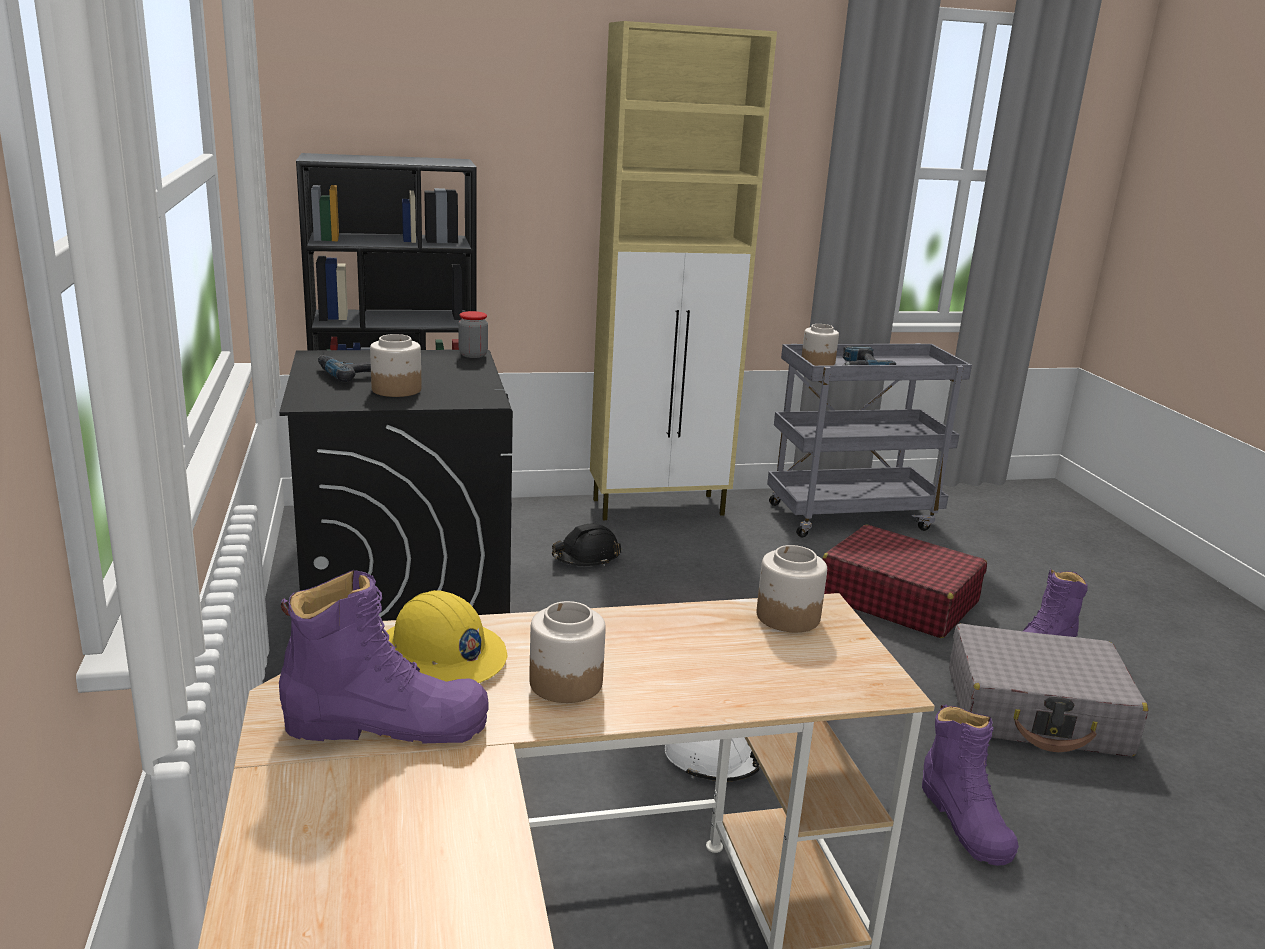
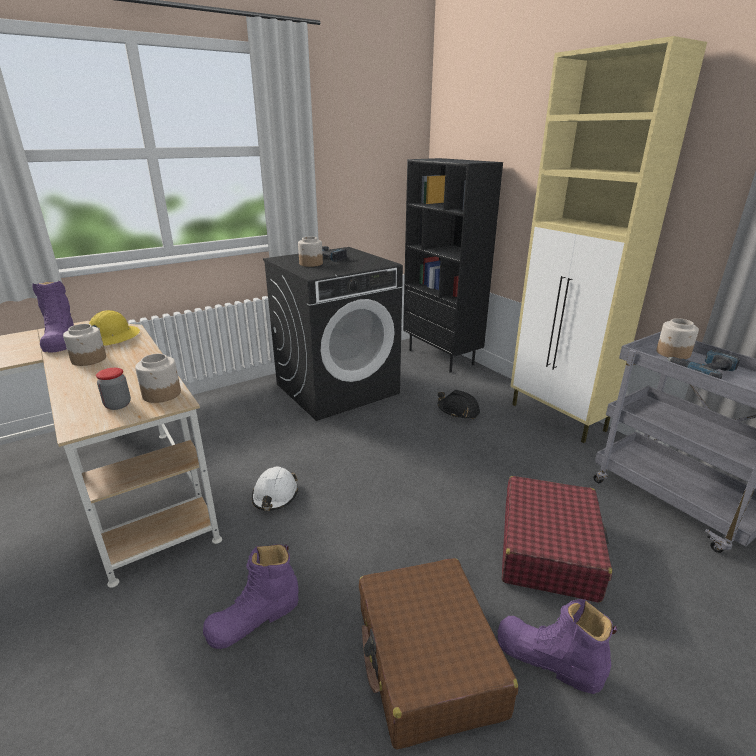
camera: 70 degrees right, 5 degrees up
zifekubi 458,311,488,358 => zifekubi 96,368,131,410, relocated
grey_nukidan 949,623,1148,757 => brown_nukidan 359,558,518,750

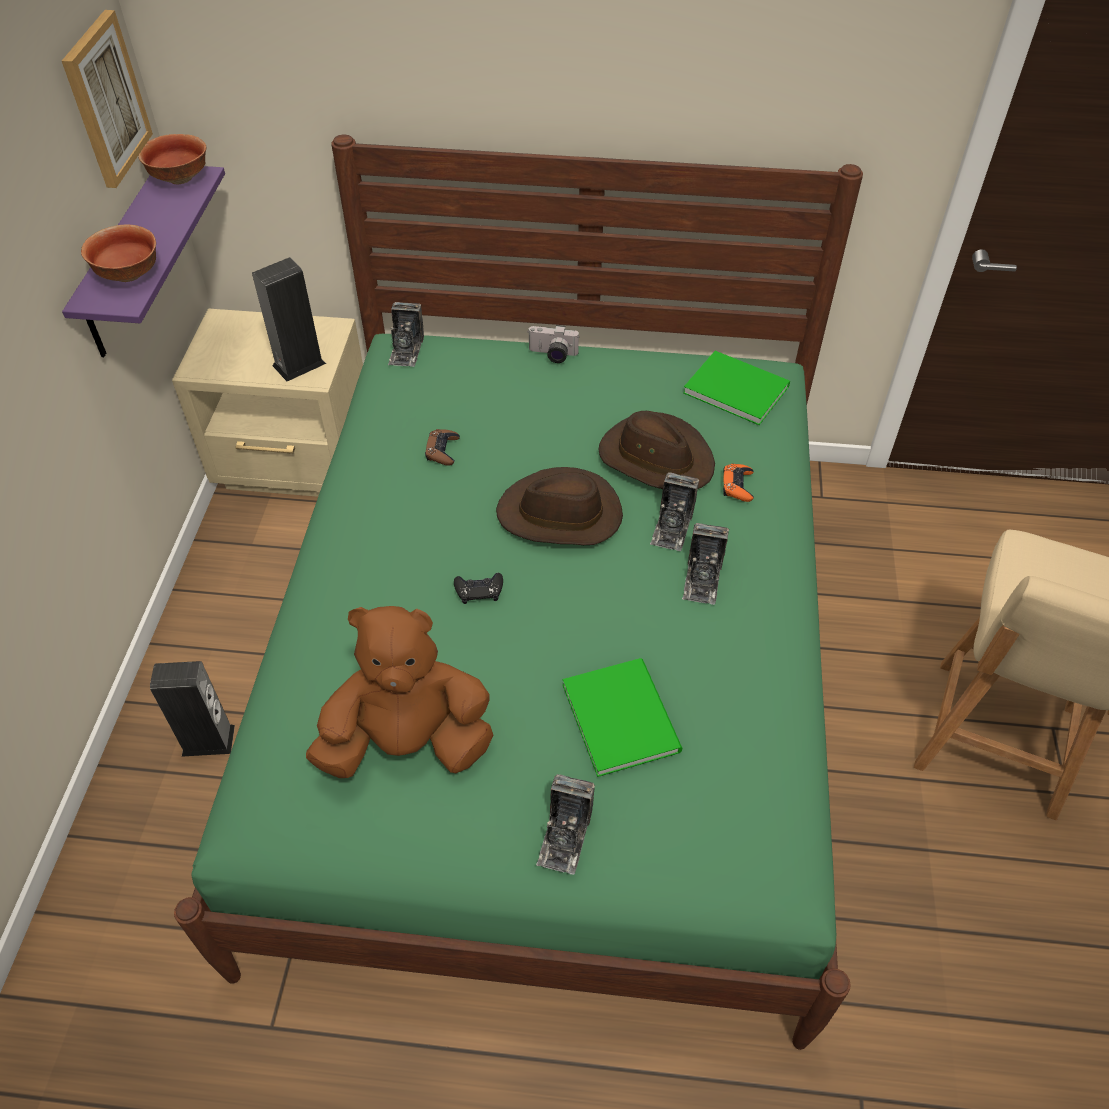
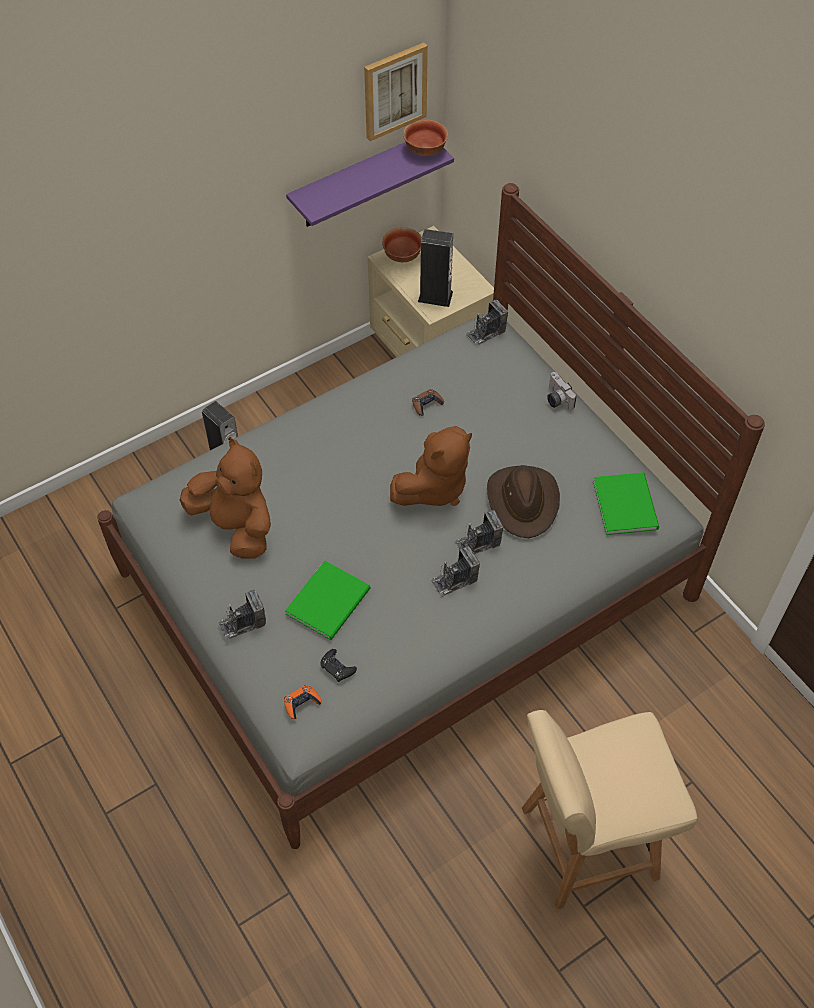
camera: 50 degrees right, 5 degrees up
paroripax 81,225,156,282 => paroripax 382,227,422,262, relocated
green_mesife 174,135,863,1050 => grey_mesife 97,183,765,849
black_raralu 454,573,503,604 => black_raralu 320,649,357,682, relocated
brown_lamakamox 496,467,623,545 => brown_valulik 390,426,472,506
orange_raralu 723,464,754,502 => orange_raralu 284,685,322,719, relocated

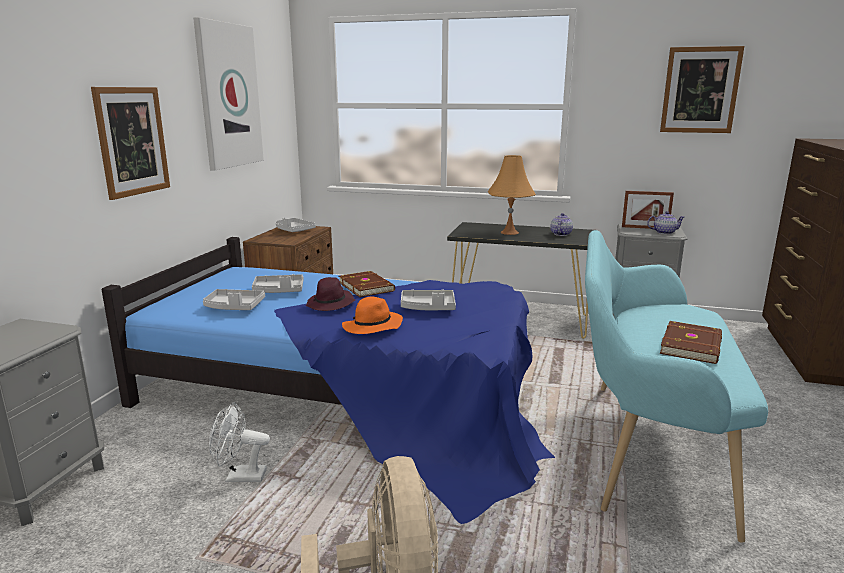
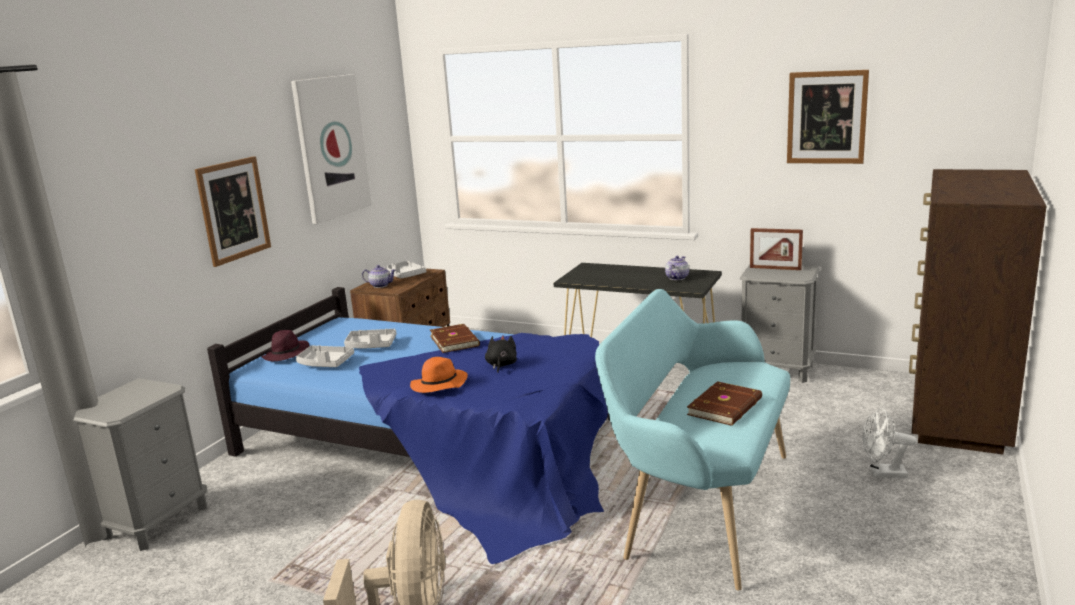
camera: 10 degrees right, 0 degrees up
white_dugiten 209,402,270,482 => white_dugiten 862,408,916,478, relocated
purple_lamakamox 306,277,355,311 => purple_lamakamox 261,330,310,361, relocated
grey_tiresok 401,290,456,310 => black_valulik 485,335,517,373
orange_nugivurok 488,155,536,235 => nothing
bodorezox 647,211,684,234 => bodorezox 362,265,396,288, relocated

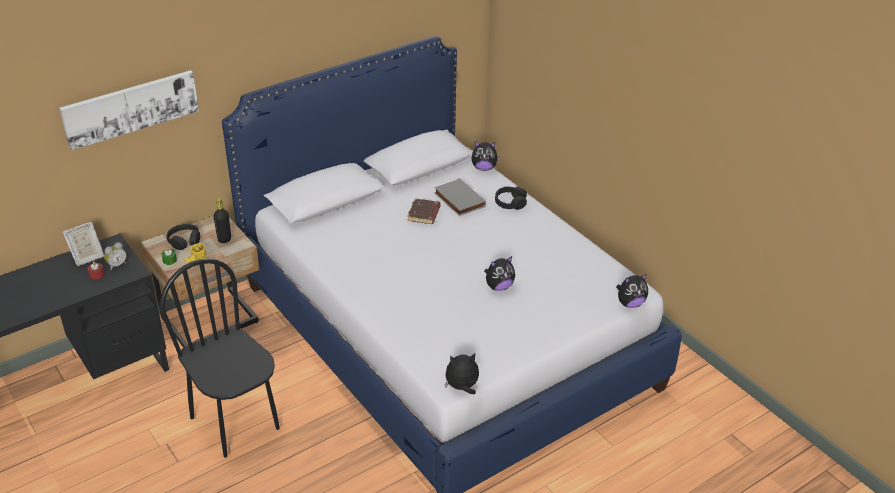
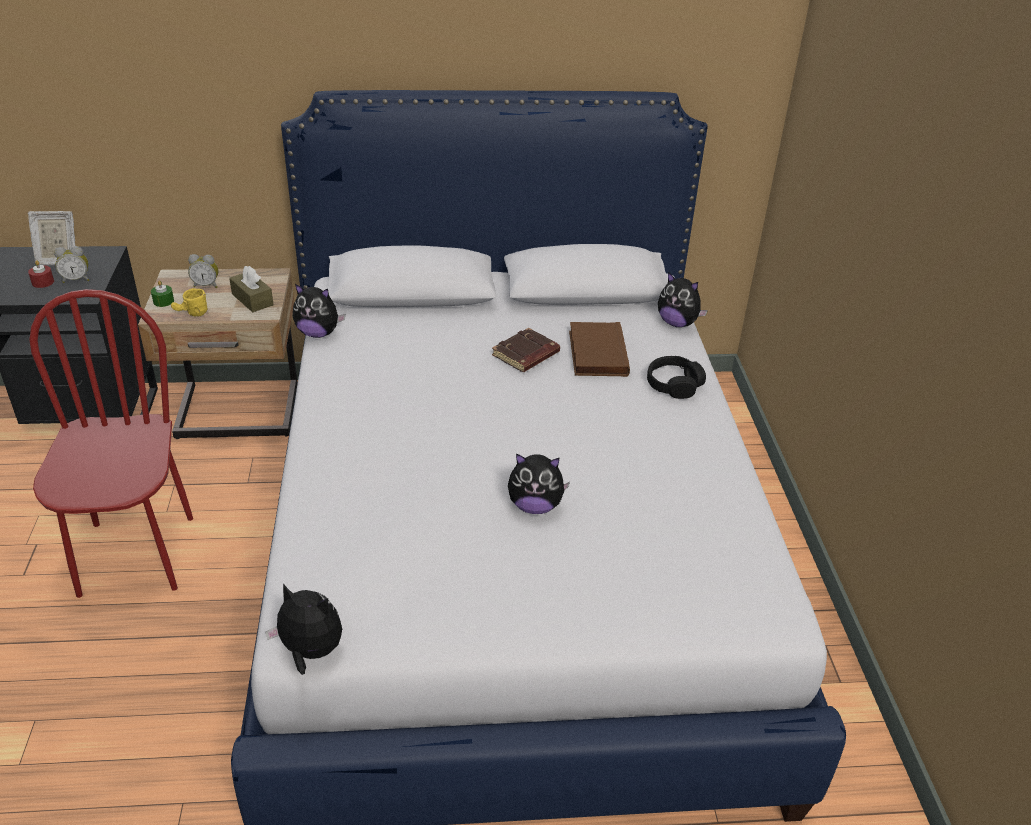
camera: 30 degrees right, 0 degrees up
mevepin 59,70,199,150 => nothing
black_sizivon 160,258,280,458 => red_sizivon 29,289,193,598
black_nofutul 166,224,200,250 => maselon 188,254,219,288
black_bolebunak 214,198,231,243 => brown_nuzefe 229,266,274,312
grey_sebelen 434,178,486,216 => brown_sebelen 569,322,630,377
valulik 616,274,648,308 => valulik 293,284,345,338, relocated

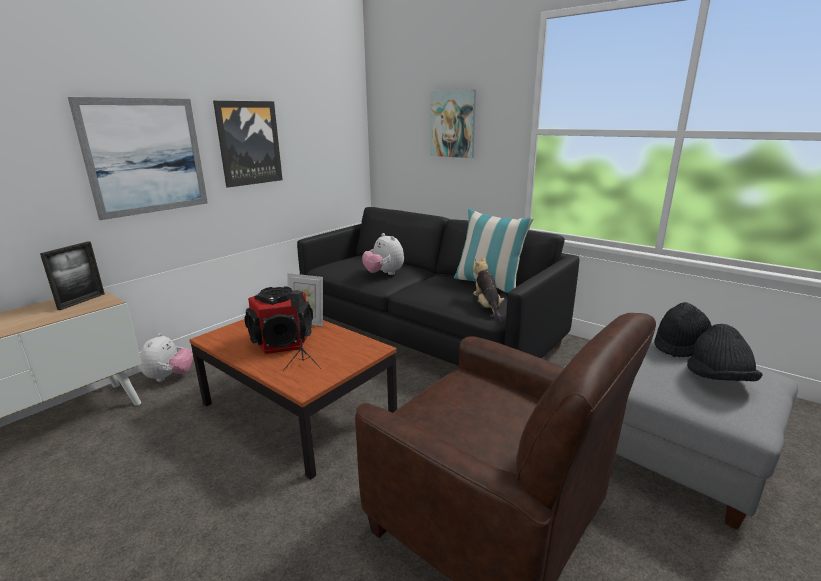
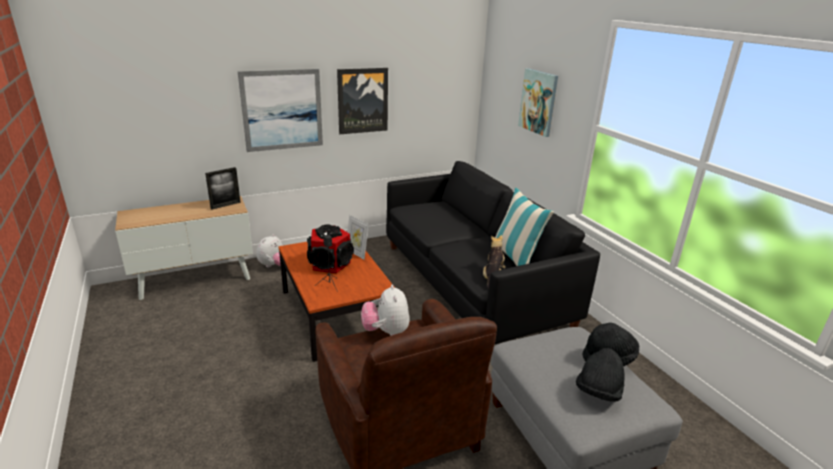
camera: 25 degrees right, 5 degrees up
valulik 362,233,404,275 => valulik 361,285,410,336, relocated

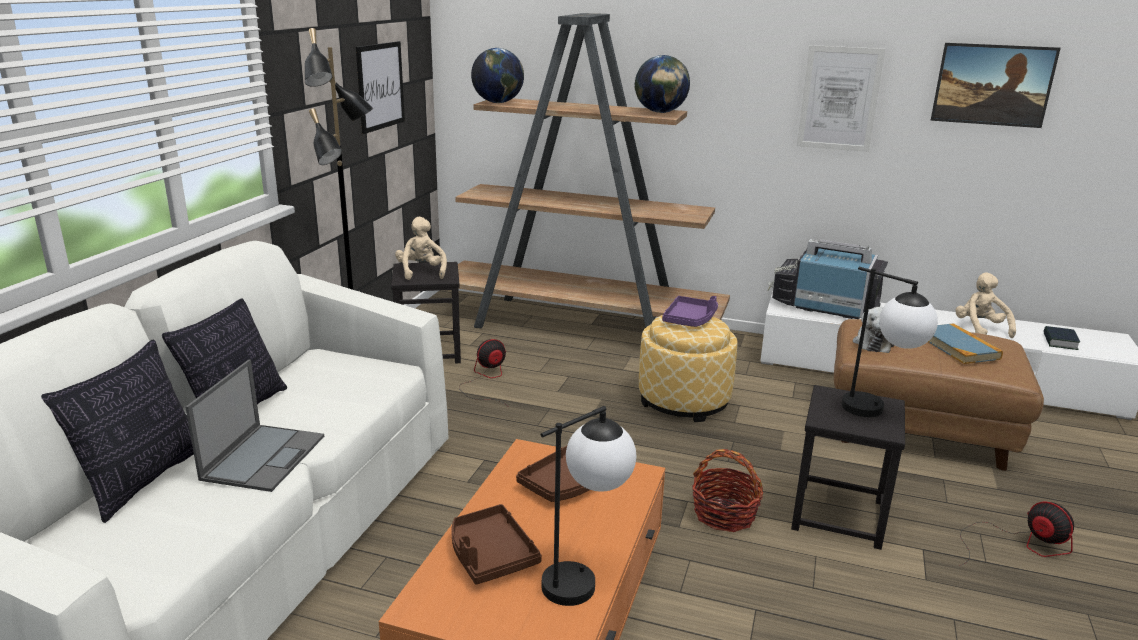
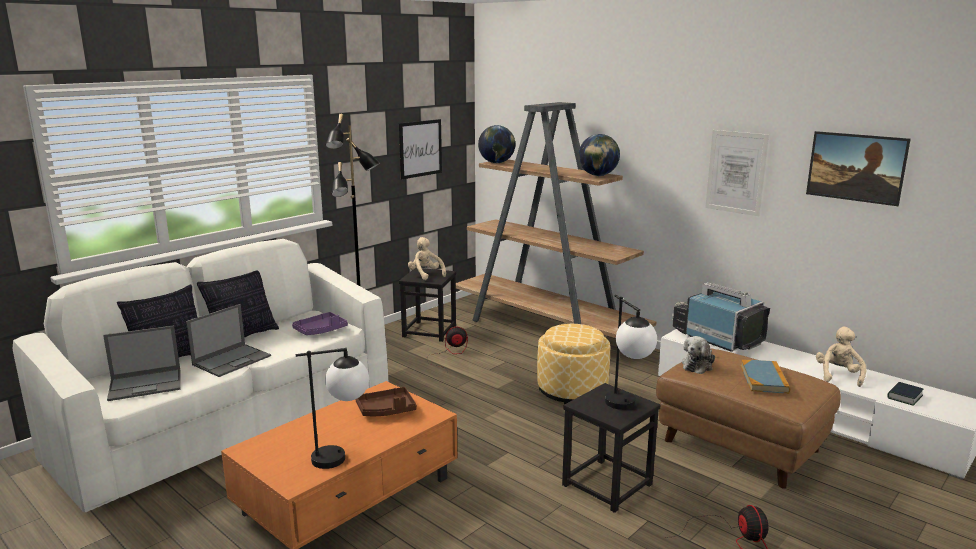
camera: 25 degrees right, 5 degrees down
beige_valulik 395,217,447,280 => beige_valulik 408,237,446,280, 45 degrees counterclockwise
brown_tiresok 451,504,542,584 => nothing
purple_tiresok 662,296,718,327 => purple_tiresok 292,312,348,335, relocated
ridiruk 692,449,763,532 => nothing
nothing => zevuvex 103,325,181,401

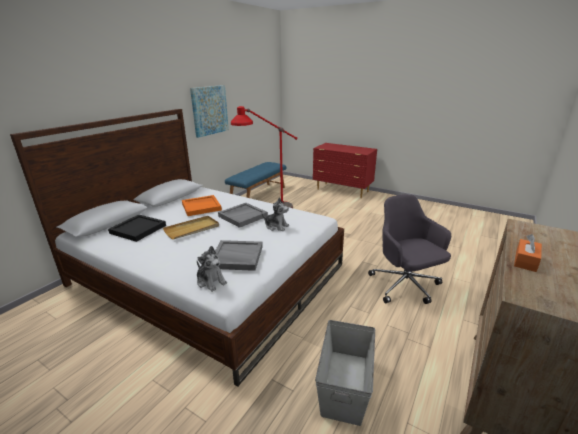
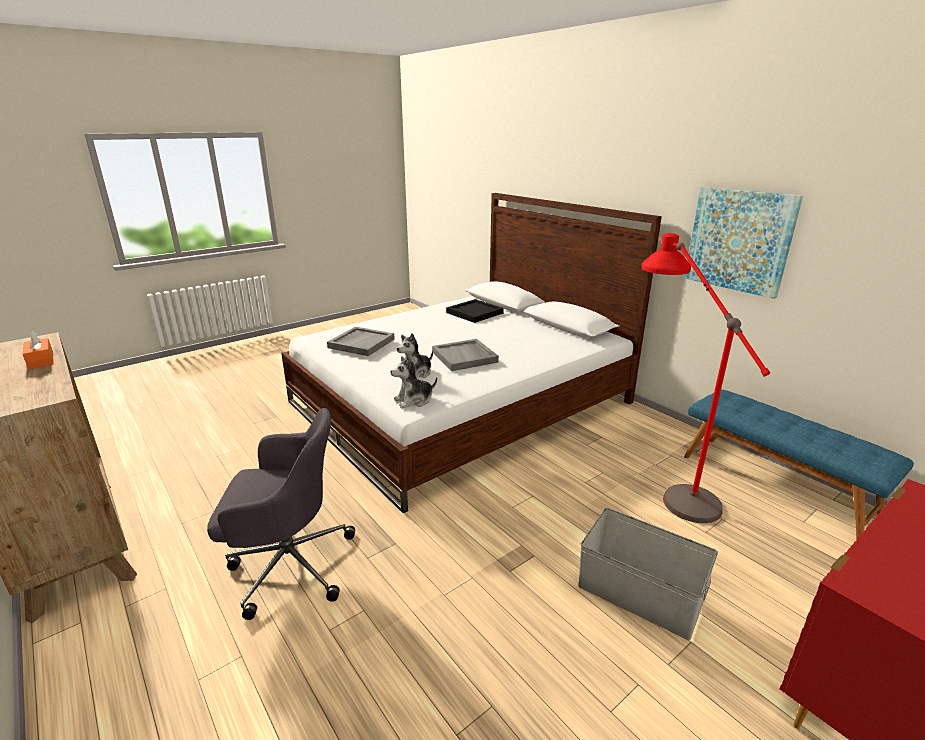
camera: 110 degrees right, 0 degrees up
beige_tiresok 163,216,219,239 => nothing
orange_tiresok 182,195,222,216 => nothing
valulik 197,246,227,292 => valulik 390,356,437,408, relocated
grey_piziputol 315,320,375,426 => grey_piziputol 579,508,718,640, relocated

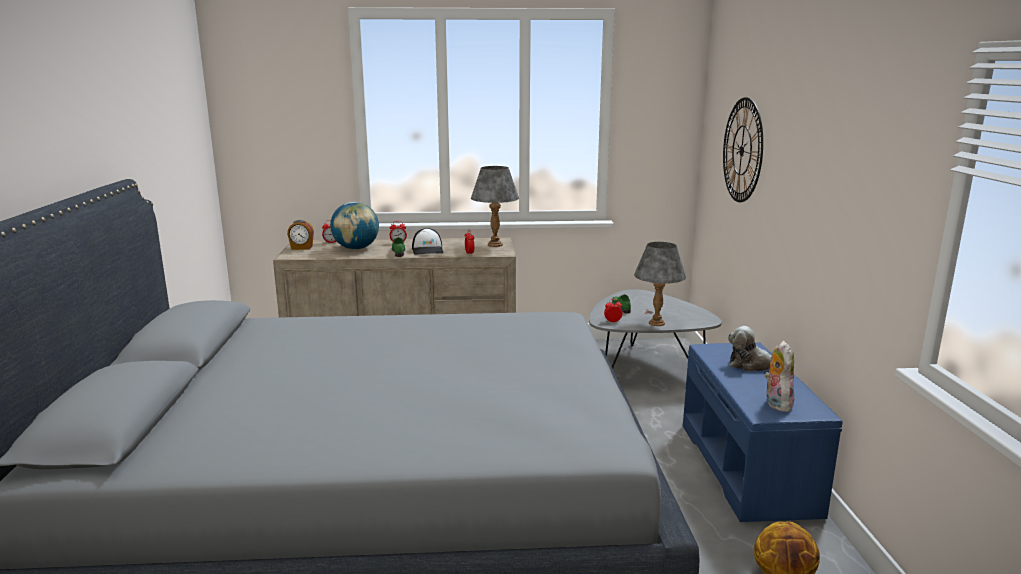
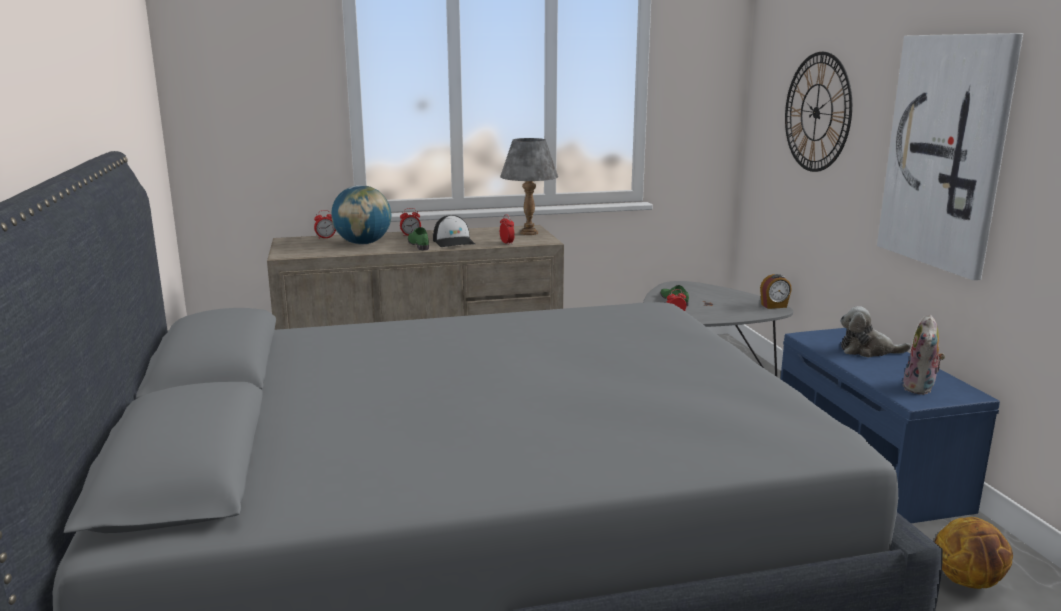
camera: 10 degrees left, 0 degrees up
maselon 287,220,314,250 => maselon 760,274,792,309, relocated
grey_nugivurok 634,242,686,326 => nothing
valulik 764,341,794,412 => valulik 903,314,946,395, 150 degrees counterclockwise
nothing => mevepin 877,33,1023,280

